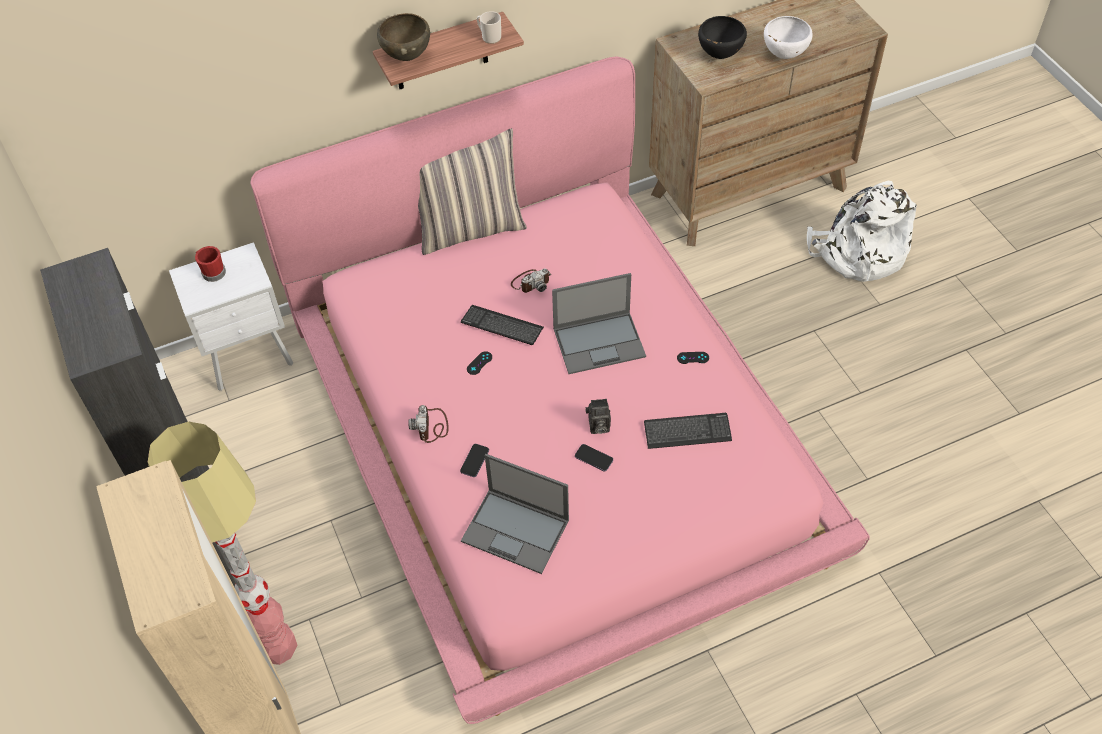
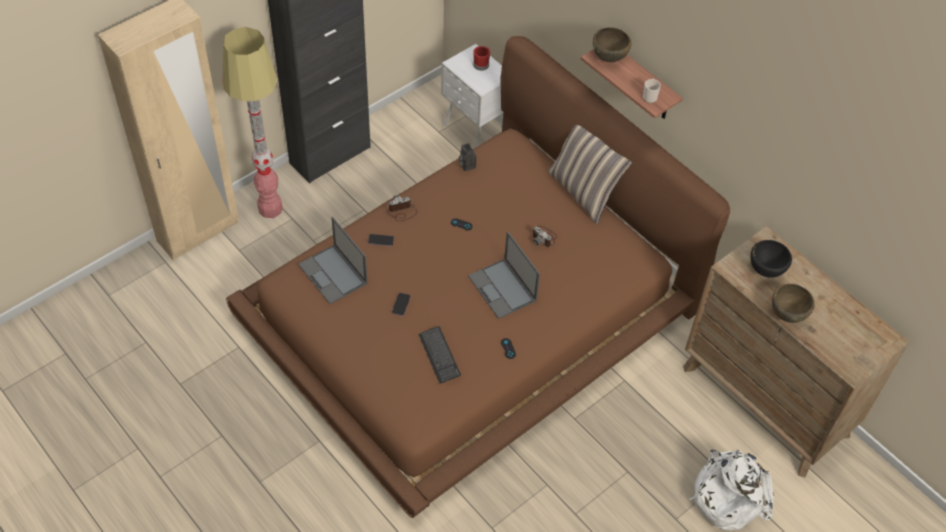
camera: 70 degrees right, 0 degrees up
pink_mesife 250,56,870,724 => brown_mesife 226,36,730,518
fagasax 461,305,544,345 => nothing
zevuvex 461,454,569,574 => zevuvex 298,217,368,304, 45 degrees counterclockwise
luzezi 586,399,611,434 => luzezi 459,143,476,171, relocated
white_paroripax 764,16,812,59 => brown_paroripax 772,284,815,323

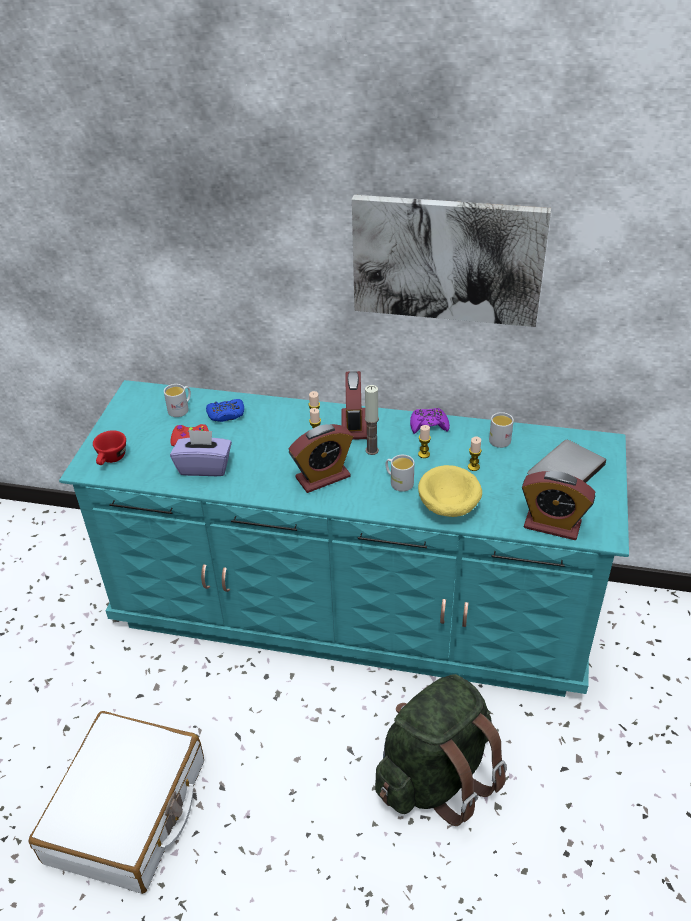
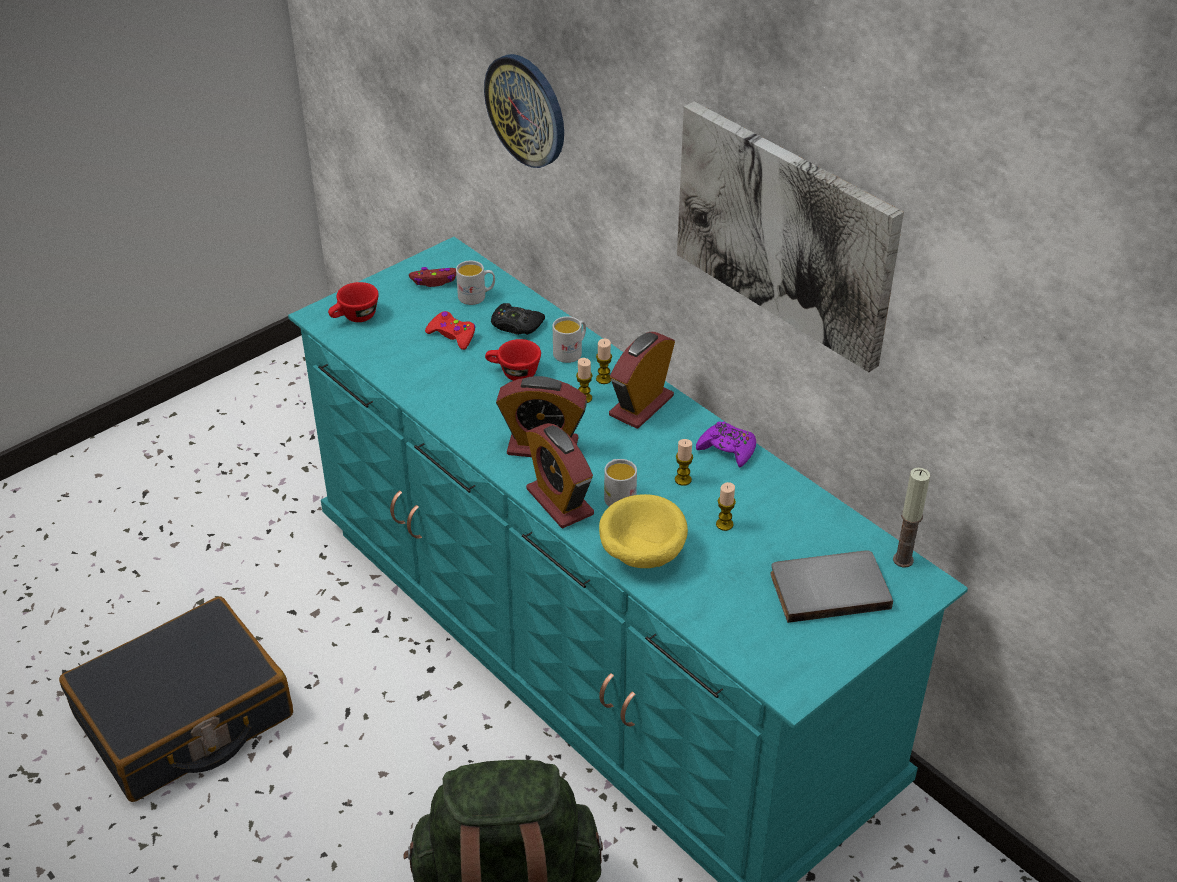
camera: 35 degrees right, 0 degrees up
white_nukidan 29,711,204,894 => black_nukidan 59,597,293,802
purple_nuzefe 170,430,232,476 => nothing
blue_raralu 206,399,244,422 => black_raralu 491,303,545,335
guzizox 365,385,379,455 => guzizox 893,468,930,568, relocated
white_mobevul 489,412,514,448 => white_mobevul 553,316,586,363, relocated
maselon 522,471,595,540 => maselon 526,423,594,529, relocated
nothing => red_raralu 409,267,456,287
nothing => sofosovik 484,54,564,168
nothing => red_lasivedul 485,339,541,381

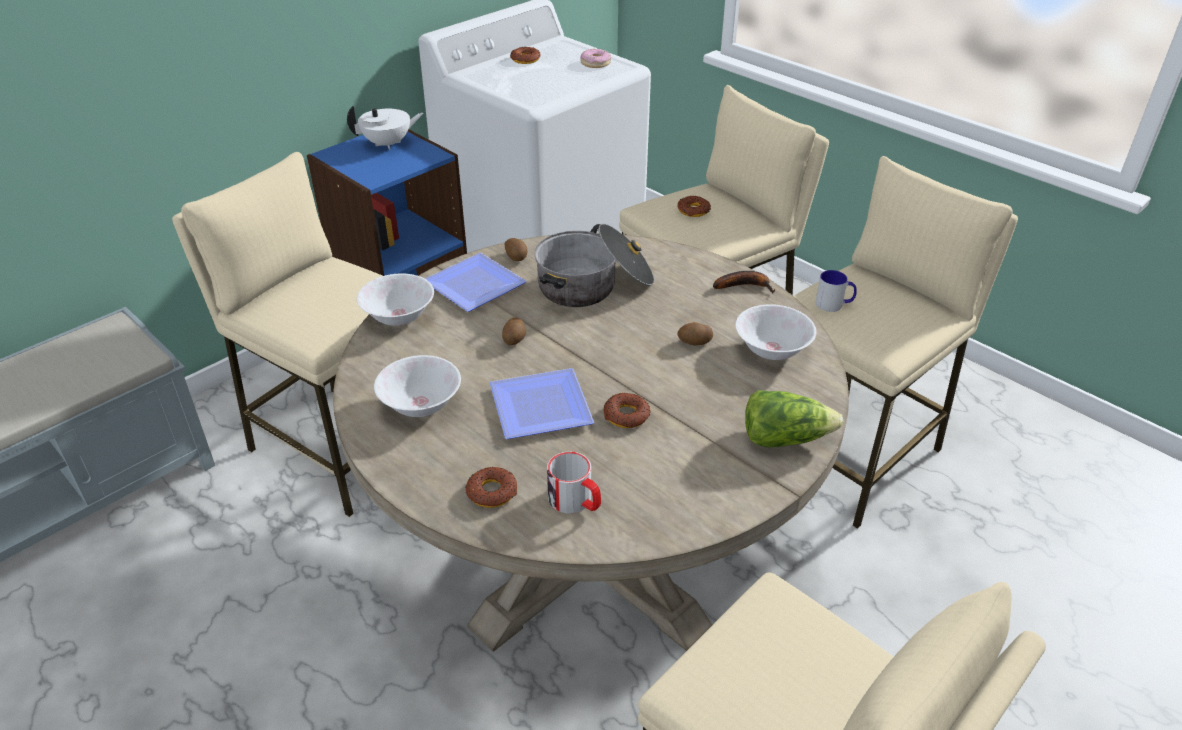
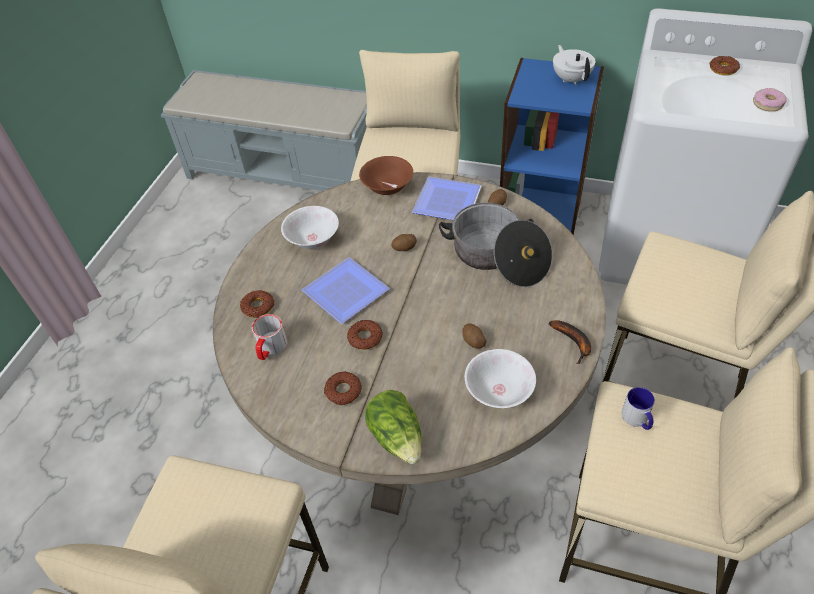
camera: 65 degrees right, 10 degrees up
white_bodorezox 347,106,424,150 => white_bodorezox 553,45,595,85, 150 degrees counterclockwise
white_paroripax 357,274,434,326 => brown_paroripax 359,156,413,195
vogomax 677,196,711,217 => vogomax 324,371,362,405, relocated

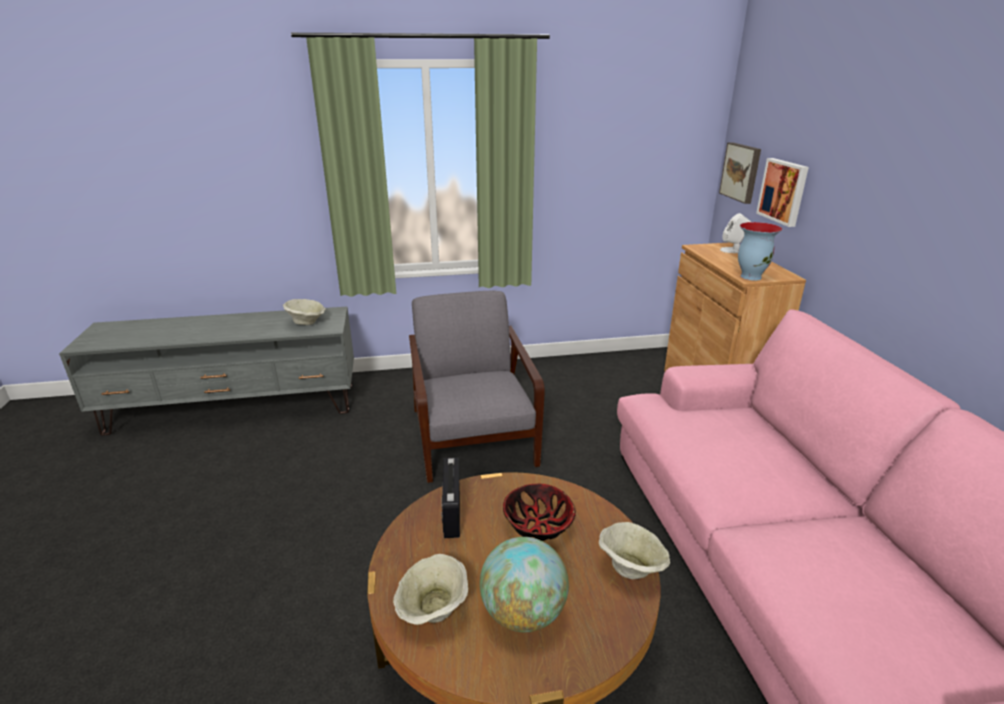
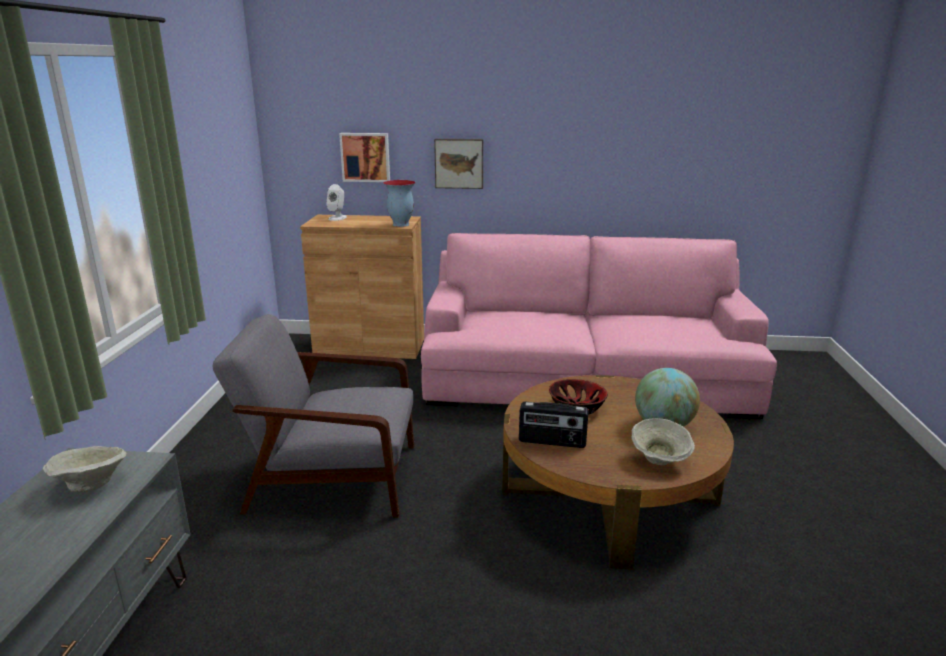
camera: 75 degrees left, 5 degrees down
beige_paroripax 599,522,670,579 => nothing
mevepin 719,142,761,204 => mevepin 434,139,483,189, relocated

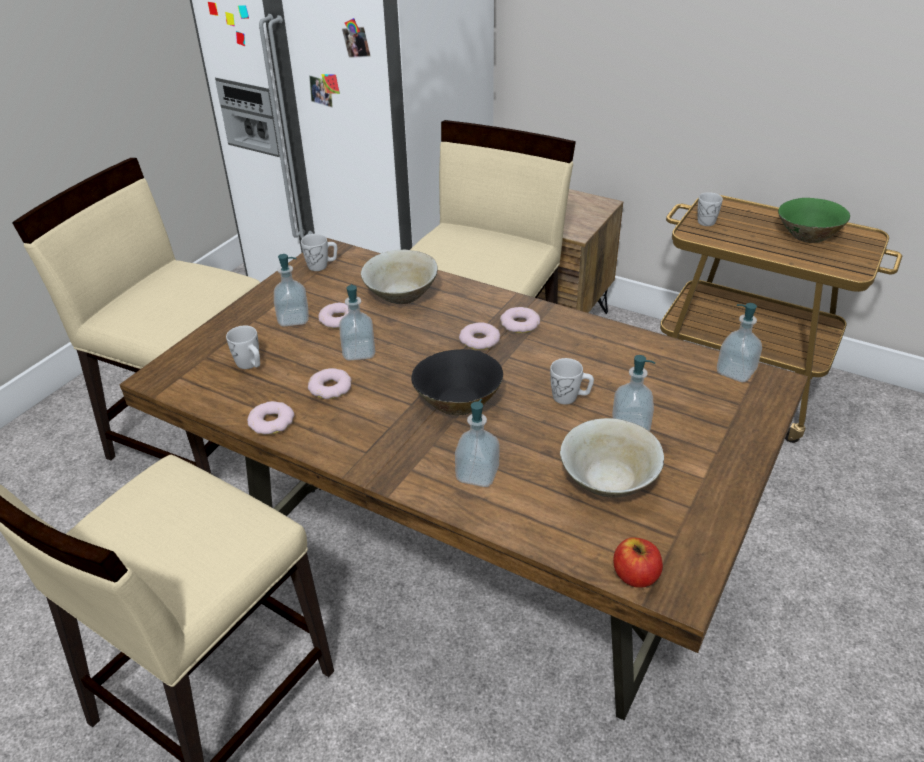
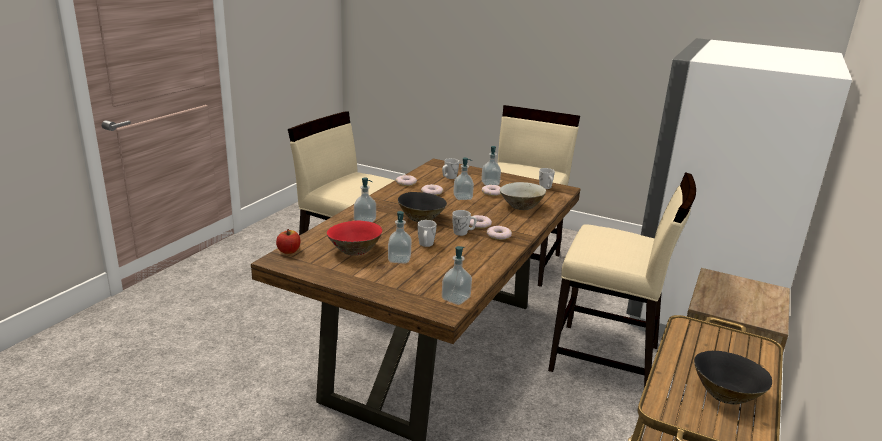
camera: 85 degrees right, 15 degrees down
beige_paroripax 560,418,664,498 => red_paroripax 327,220,382,256
white_mobevul 697,192,723,226 => white_mobevul 452,210,477,236, relocated
green_paroripax 778,198,850,243 => black_paroripax 694,351,772,405

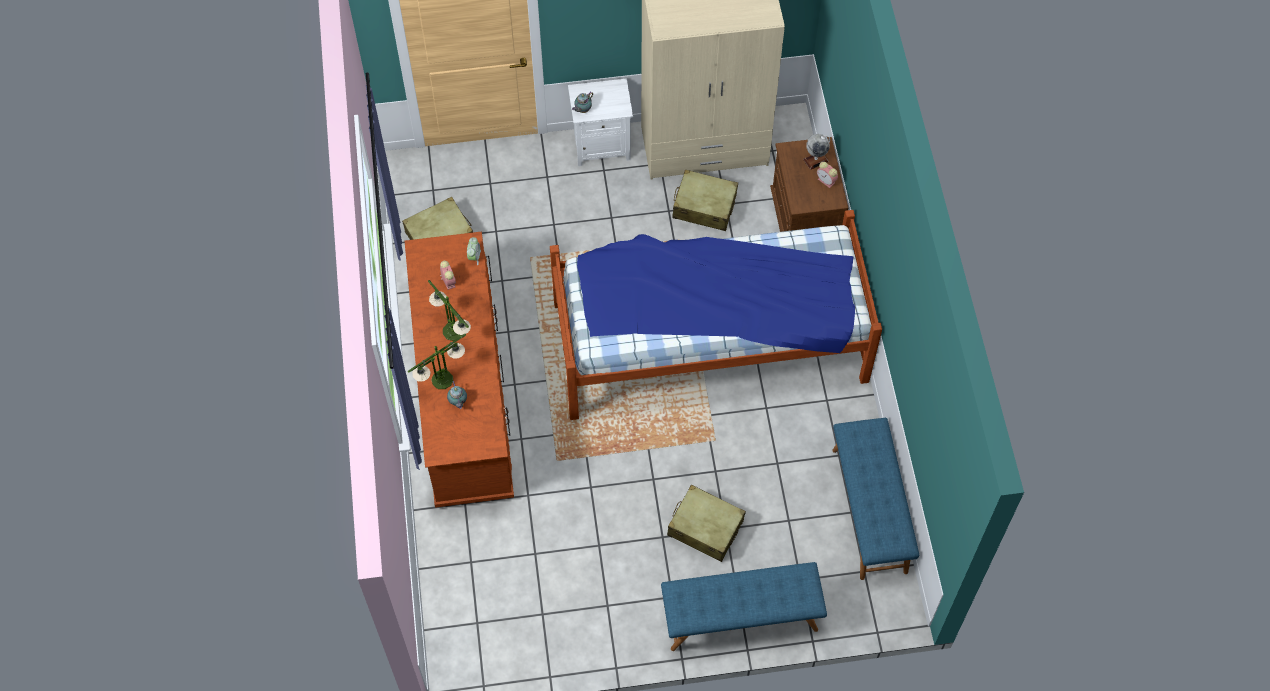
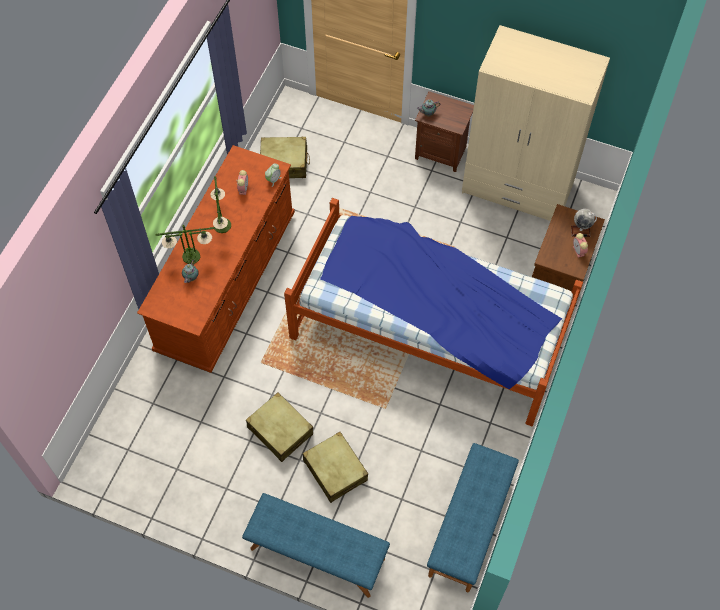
camera: 30 degrees right, 0 degrees up
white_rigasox 568,78,633,166 => brown_rigasox 415,91,474,172
beige_nukidan 672,169,738,231 => beige_nukidan 246,392,313,462, relocated

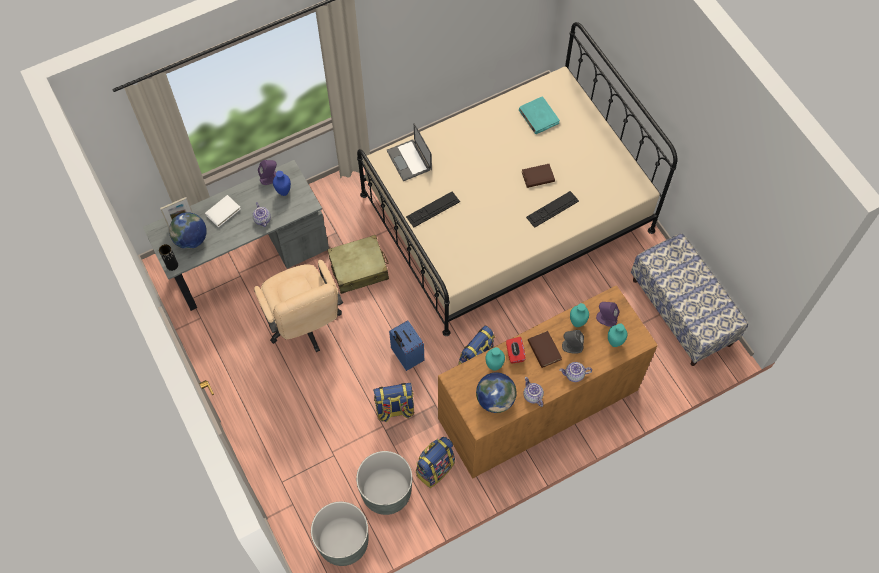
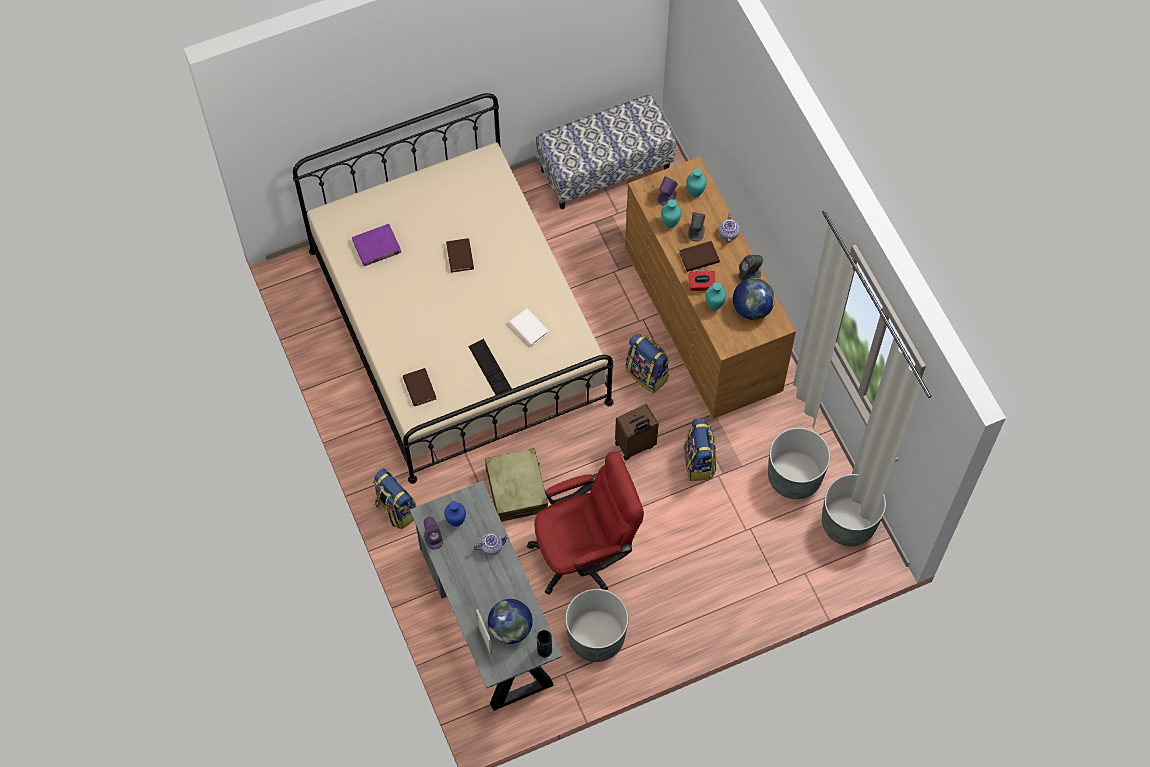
camera: 85 degrees left, 0 degrees up
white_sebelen 205,195,241,228 => white_sebelen 509,309,549,346, relocated
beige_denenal 254,260,343,352 => red_denenal 527,452,644,595
zevuvex 387,123,432,181 => brown_sebelen 403,368,436,406
blue_nukidan 389,320,424,371 => brown_nukidan 615,404,659,460
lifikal 416,437,455,488 => lifikal 373,469,416,529, relocated
turquoise_sebelen 519,96,560,134 => purple_sebelen 352,224,401,266
bodorezox 523,377,544,407 => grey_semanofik 738,255,763,281
fagasax 526,191,579,228 => nothing
nothing => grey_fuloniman 565,589,628,662

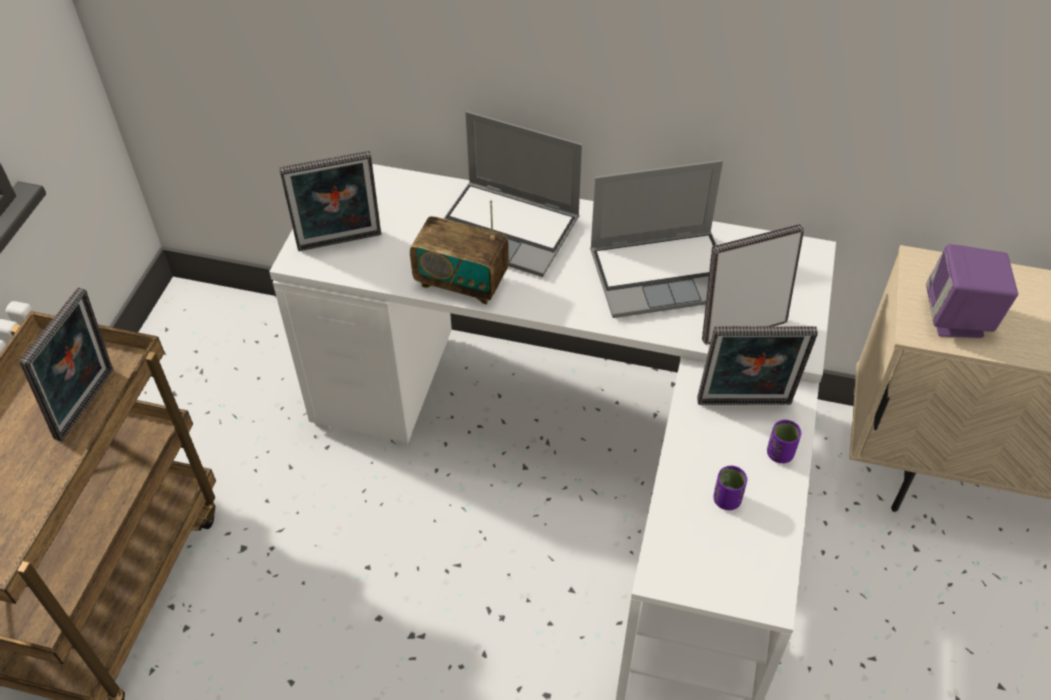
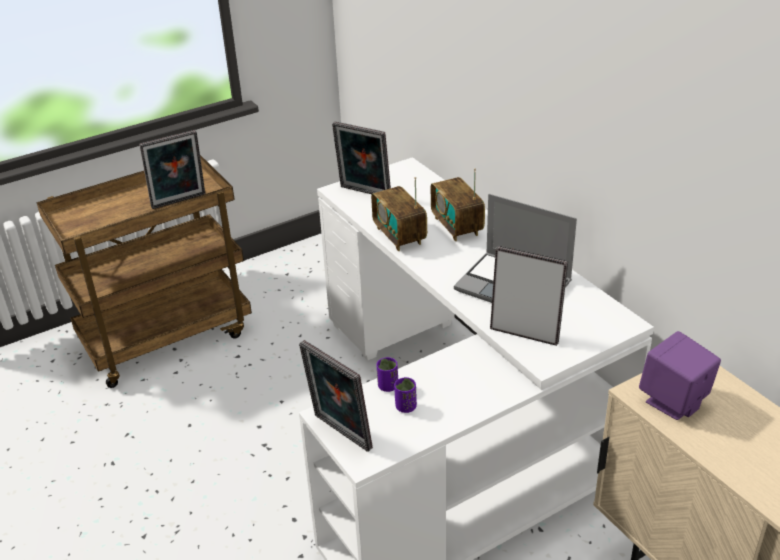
camera: 45 degrees right, 15 degrees down
zevuvex 444,111,582,277 => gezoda 431,168,485,241
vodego 697,326,818,405 => vodego 299,340,373,452, relocated
purple_lasivedul 767,420,802,463 => purple_lasivedul 376,357,398,392, relocated

